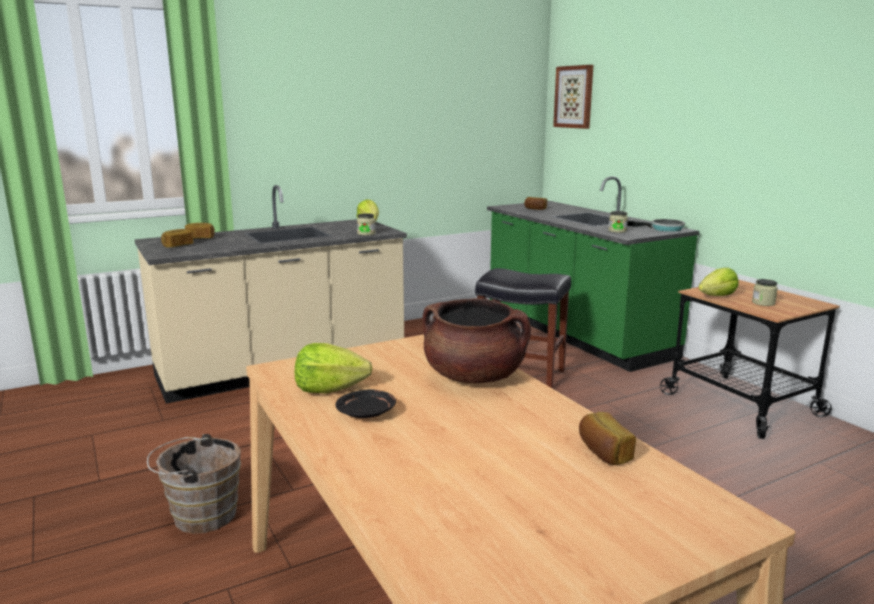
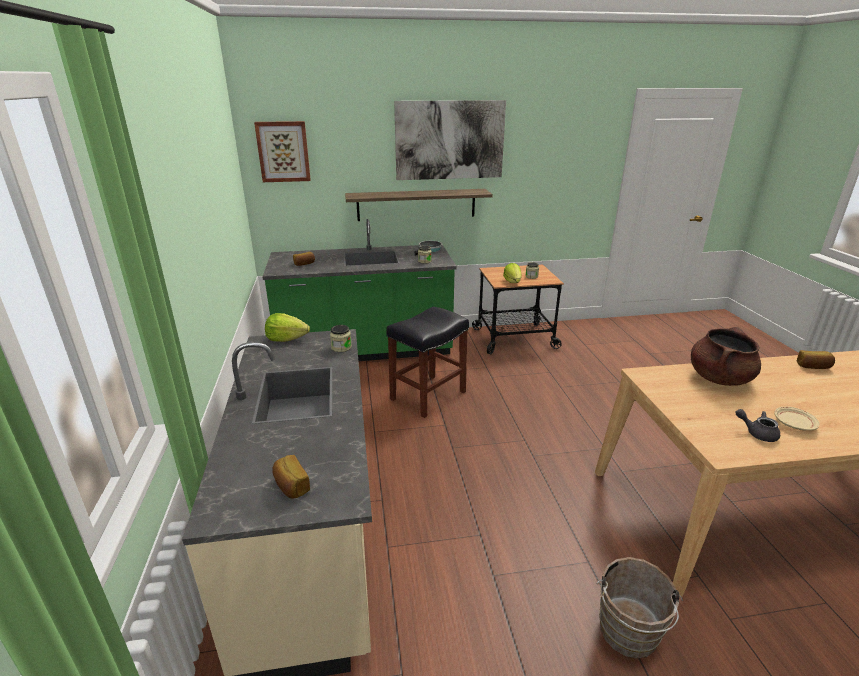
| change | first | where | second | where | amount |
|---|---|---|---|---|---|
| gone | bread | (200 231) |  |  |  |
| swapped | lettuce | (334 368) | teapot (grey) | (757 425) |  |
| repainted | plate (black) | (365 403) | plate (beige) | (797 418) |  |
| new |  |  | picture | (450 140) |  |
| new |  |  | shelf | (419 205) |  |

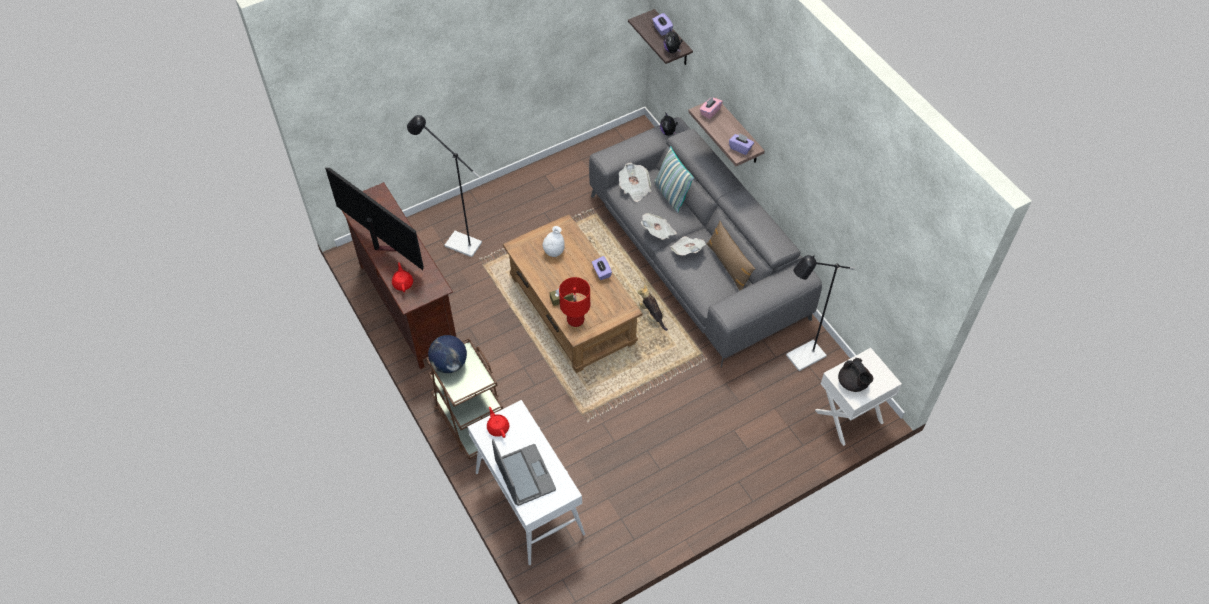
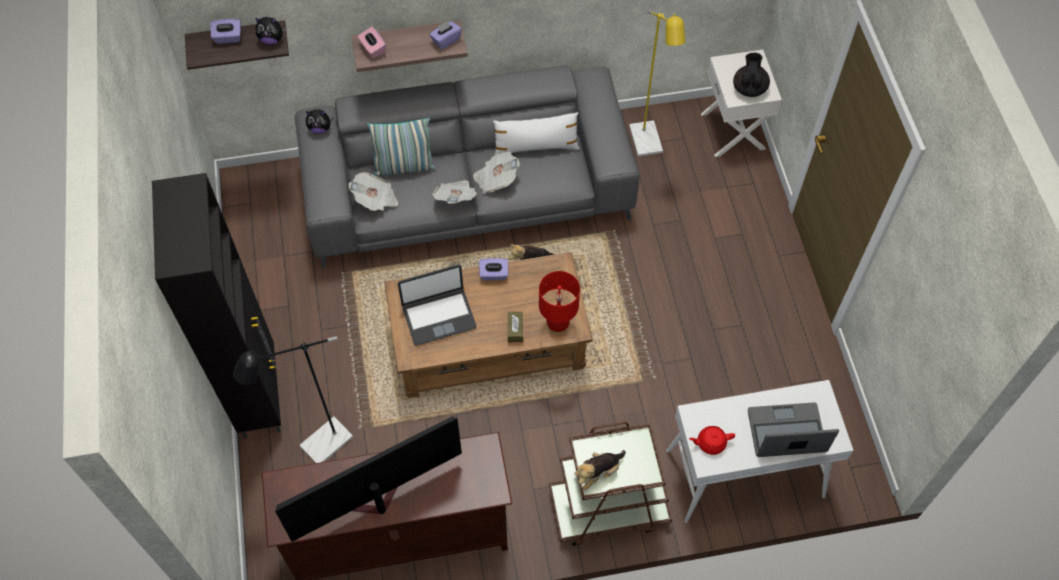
| change | first | where | second | where | amount |
|---|---|---|---|---|---|
| repainted | pillow (brown) | (731 256) | pillow (white) | (536 133) |  |
| swapped | vase (white) | (554 241) | laptop | (437 305) |  |
| repainted | floor lamp (black) | (820 313) | floor lamp (yellow) | (657 83) |  |
| gone | teapot (red) | (402 277) |  |  |  |
| swapped | globe | (447 354) | plush toy | (600 470) |  |
| rotated | teapot (black) | (855 375) |  | (751 75) | 75 degrees counterclockwise |
| new |  |  | cabinet (black) | (216 305) |  |

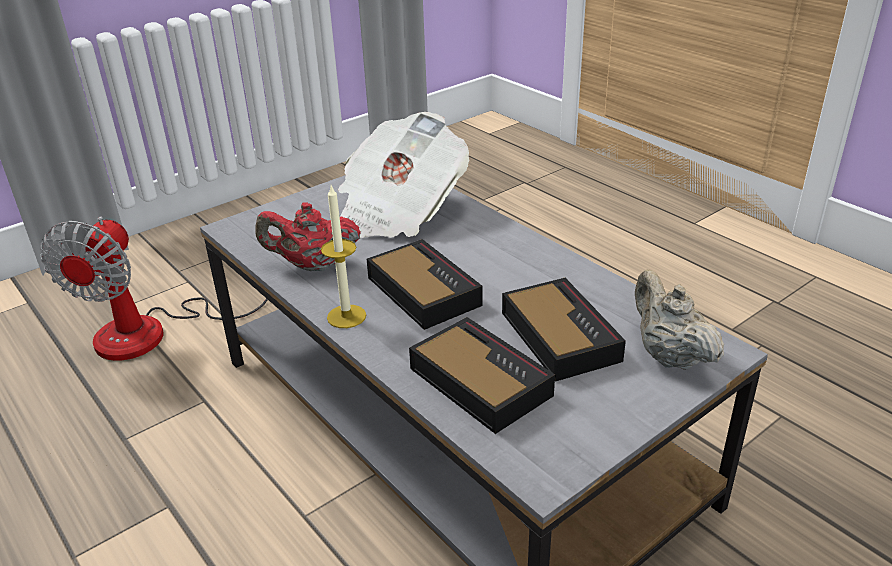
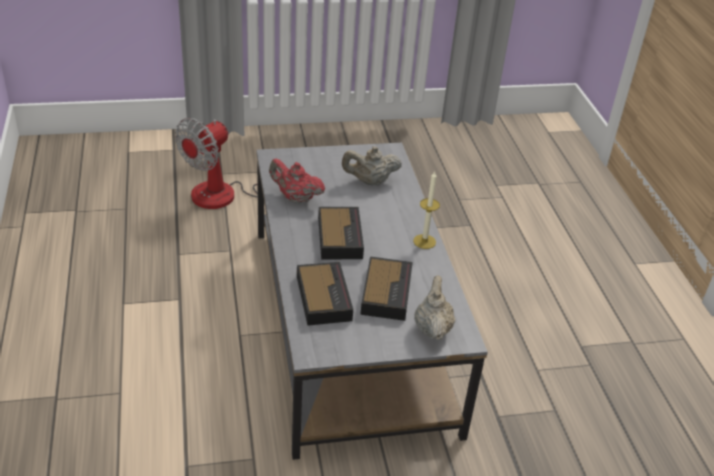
| change | first | where | second | where | amount |
|---|---|---|---|---|---|
| swapped | newspaper | (403 175) | teapot (beige) | (372 166) |  |
| shifted | candle | (343 257) |  | (426 210) |  |

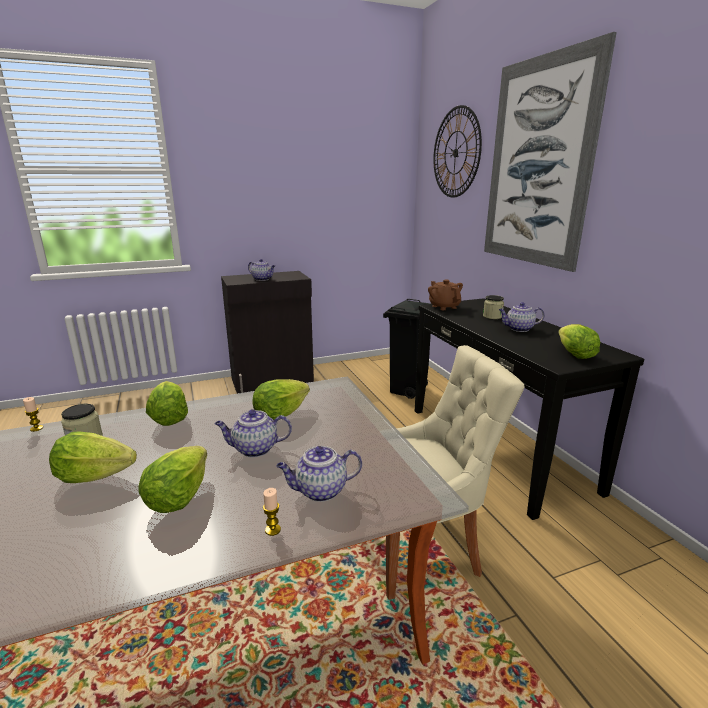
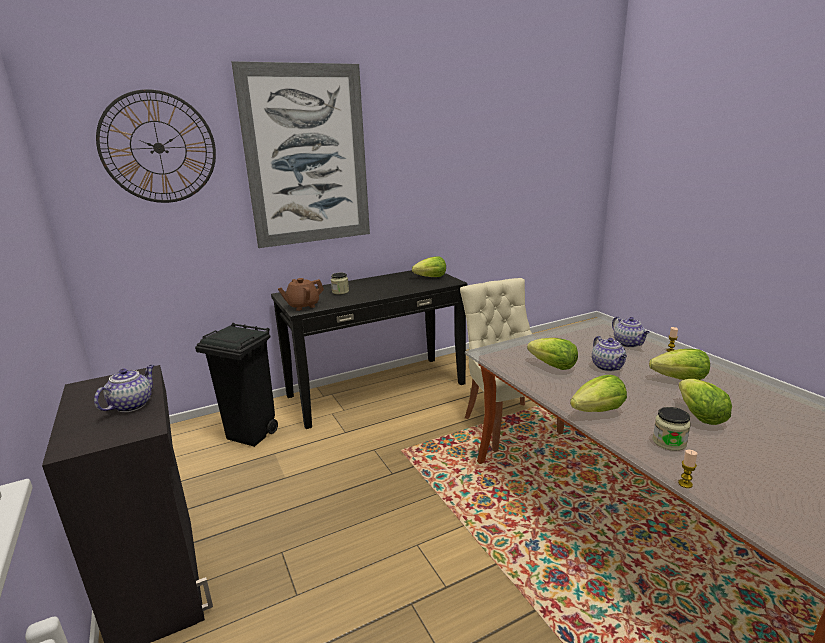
| change | first | where | second | where | amount |
|---|---|---|---|---|---|
| gone | teapot | (522 317) |  |  |  |

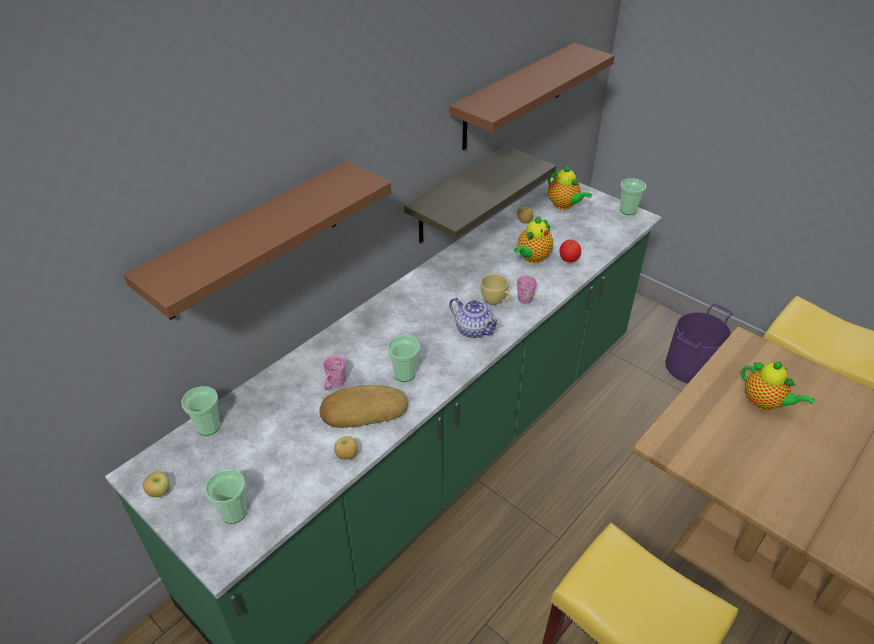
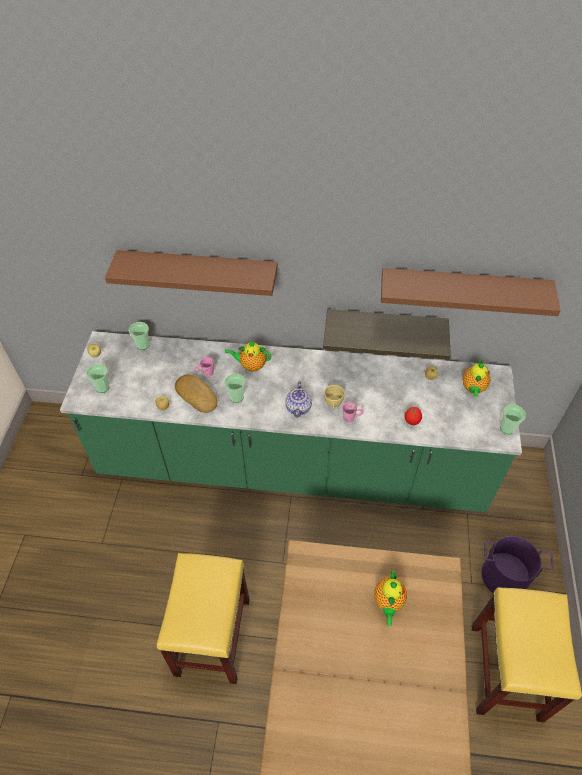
| change | first | where | second | where | amount |
|---|---|---|---|---|---|
| shifted | teapot | (533 239) |  | (248 356) |  |

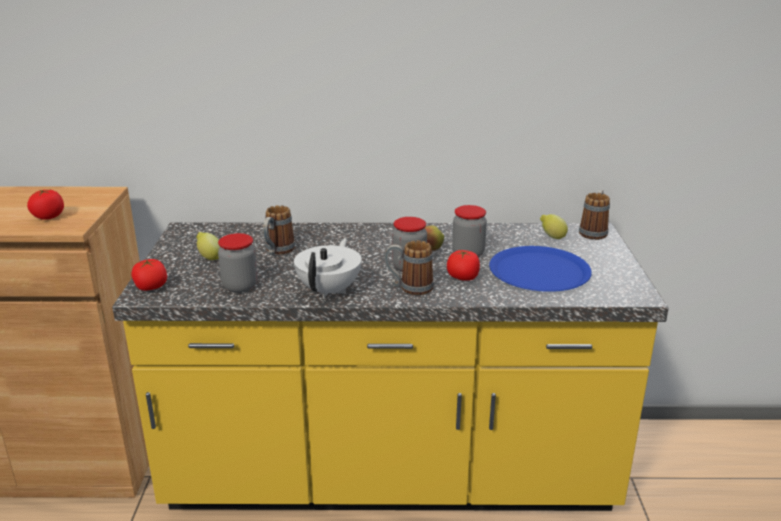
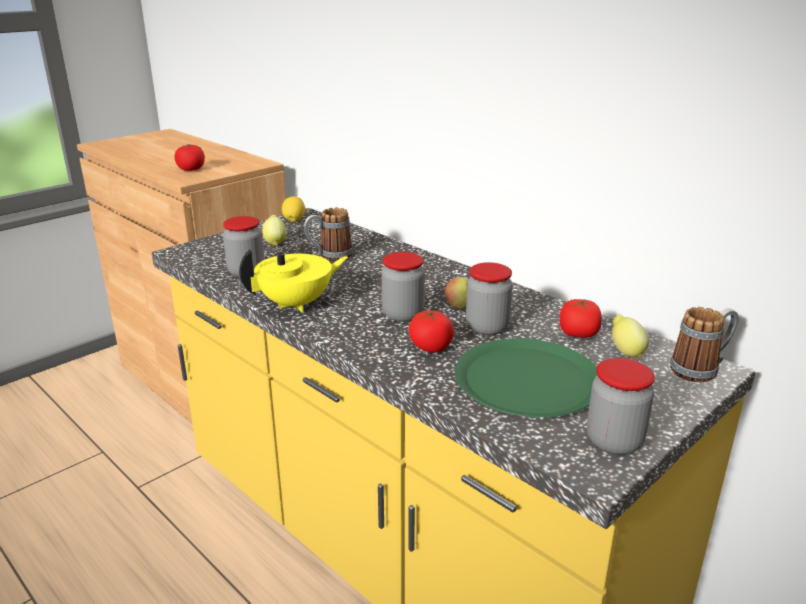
| change | first | where | second | where | amount |
|---|---|---|---|---|---|
| repainted | teapot (white) | (328 268) | teapot (yellow) | (293 281) |  |
| gone | mug | (409 267) |  |  |  |
| repainted | plate (blue) | (540 269) | plate (green) | (526 377) |  |
| shifted | tomato | (149 275) |  | (581 318) |  |
| new |  |  | lemon | (294 209) |  |
| new |  |  | jar | (621 406) |  |

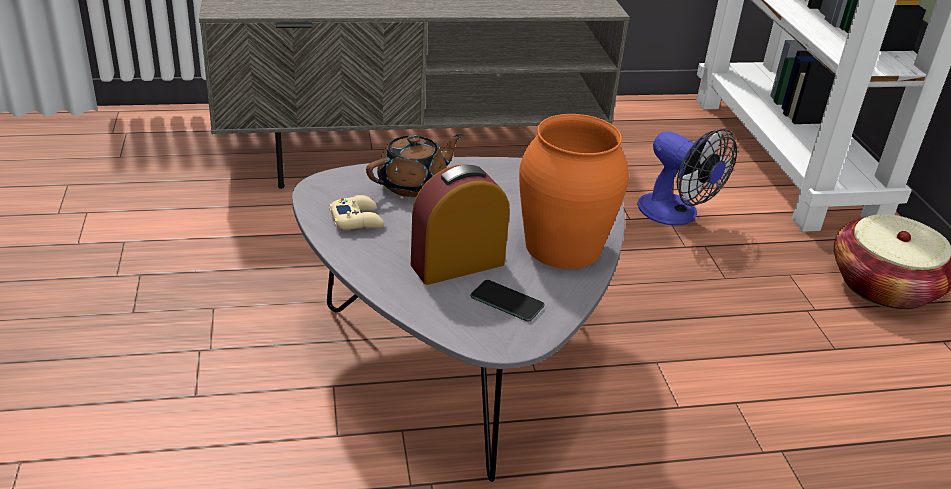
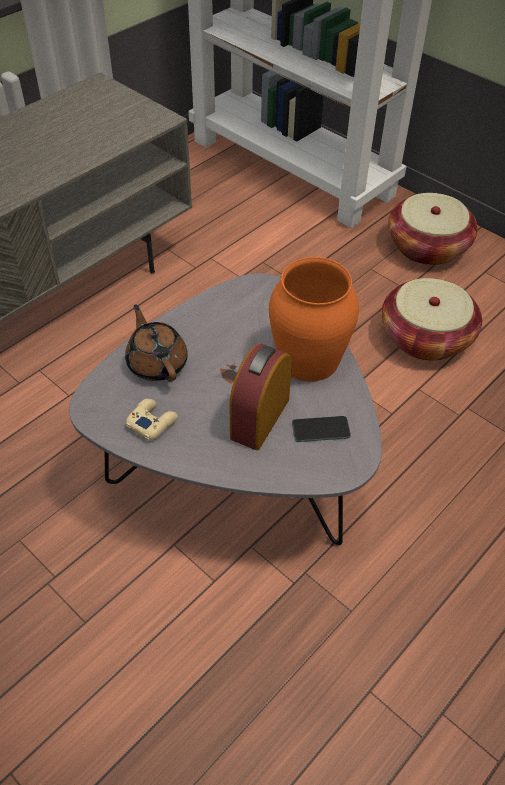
| change | first | where | second | where | amount |
|---|---|---|---|---|---|
| gone | fan | (687 177) |  |  |  |
| rotated | teapot (brown) | (414 165) |  | (156 343) | 45 degrees counterclockwise |
| new |  |  | basket | (432 319) |  |

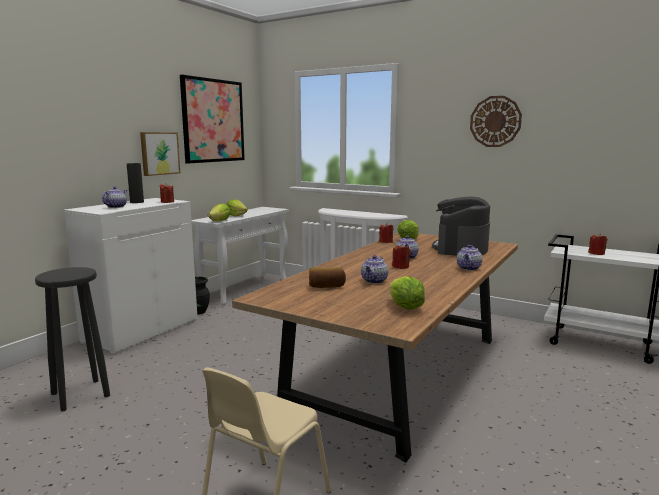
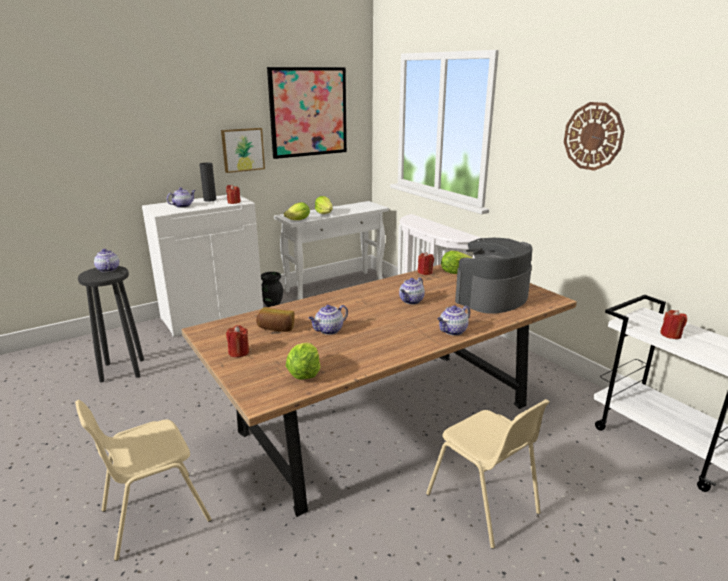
| change | first | where | second | where | amount |
|---|---|---|---|---|---|
| shifted | candle (red) | (401 256) |  | (237 341) |  |
| new |  |  | teapot | (106 260) |  |
| new |  |  | chair (beige) | (487 474) |  |

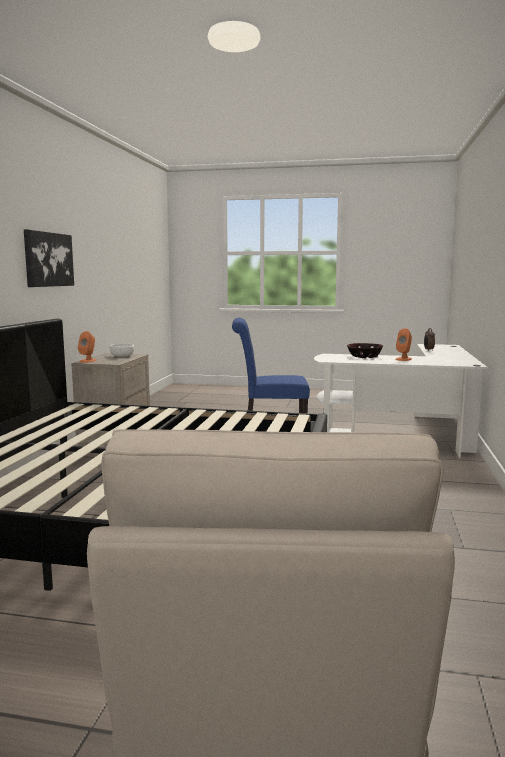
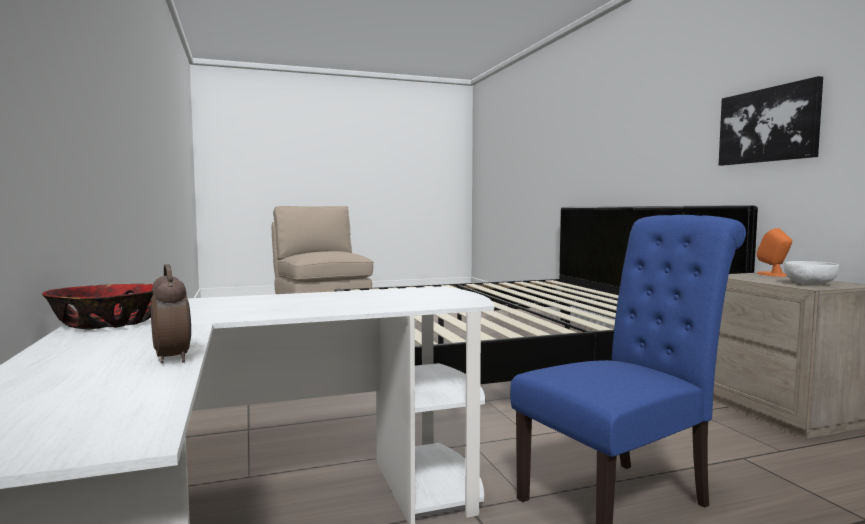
| change | first | where | second | where | amount |
|---|---|---|---|---|---|
| gone | speaker (orange) | (404 344) |  |  |  |
| shifted | bowl | (365 350) |  | (97 307) |  |

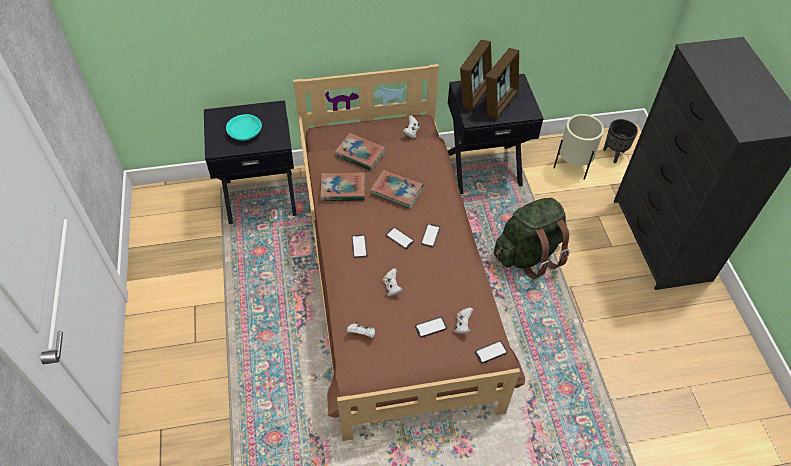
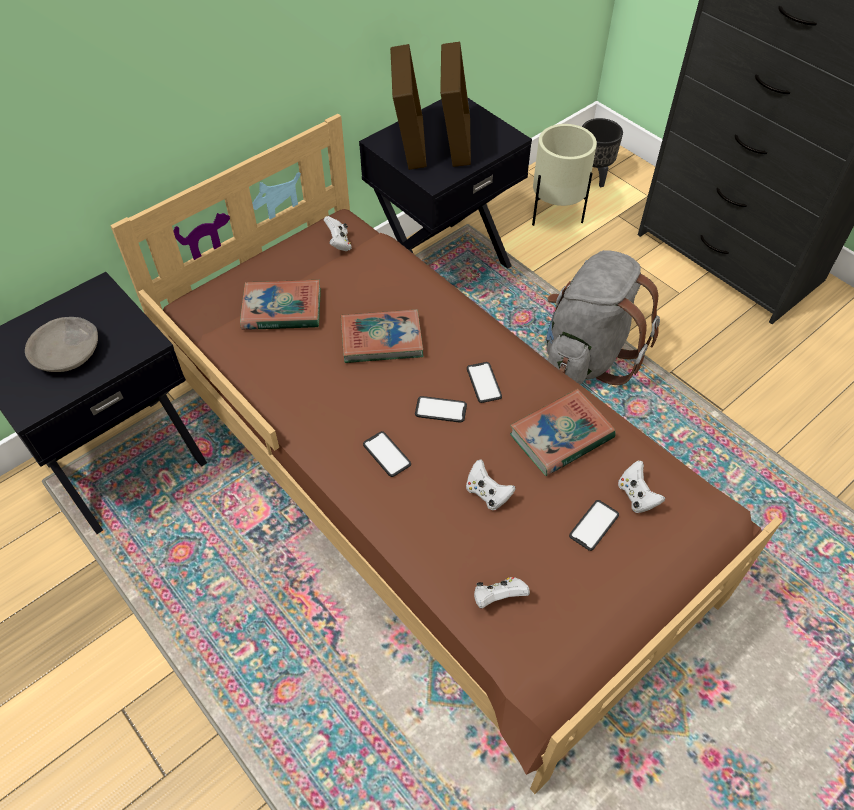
| change | first | where | second | where | amount |
|---|---|---|---|---|---|
| repainted | bowl (turquoise) | (244 127) | bowl (grey) | (61 344) |  |
| shifted | book | (342 186) |  | (563 432) |  |
| repainted | backpack (green) | (531 238) | backpack (grey) | (603 317) |  |
| gone | phone | (491 352) |  |  |  |

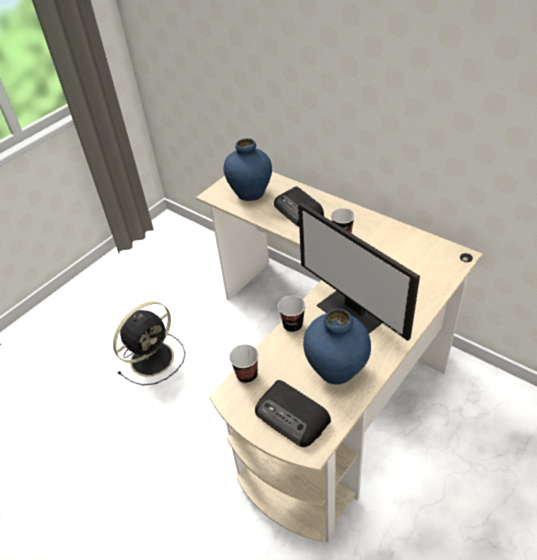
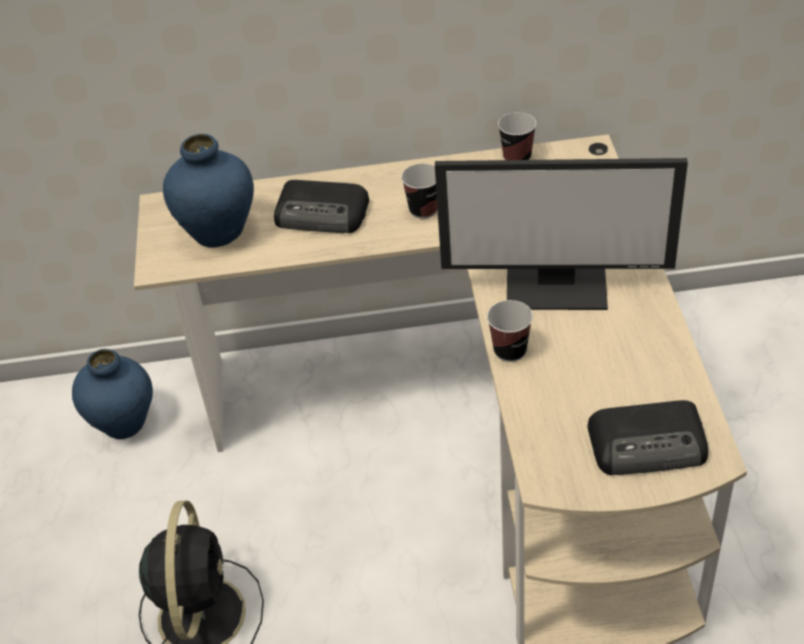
| change | first | where | second | where | amount |
|---|---|---|---|---|---|
| shifted | vase (blue) | (337 347) |  | (112 394) |  |
| shifted | cup | (244 364) |  | (517 136) |  |

